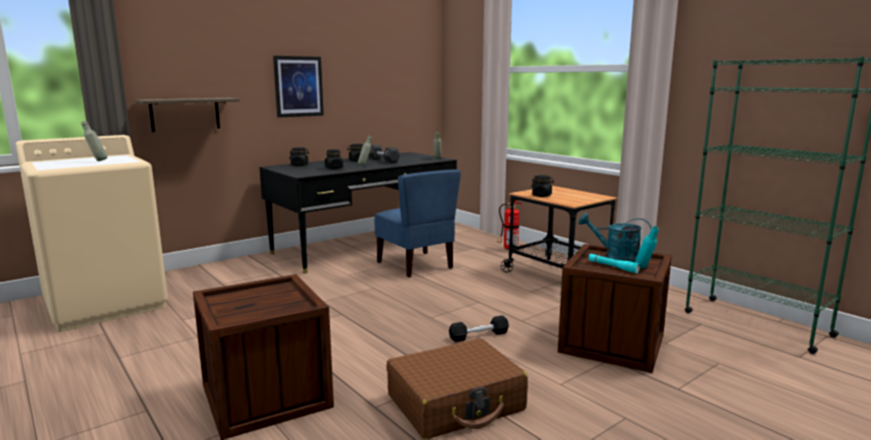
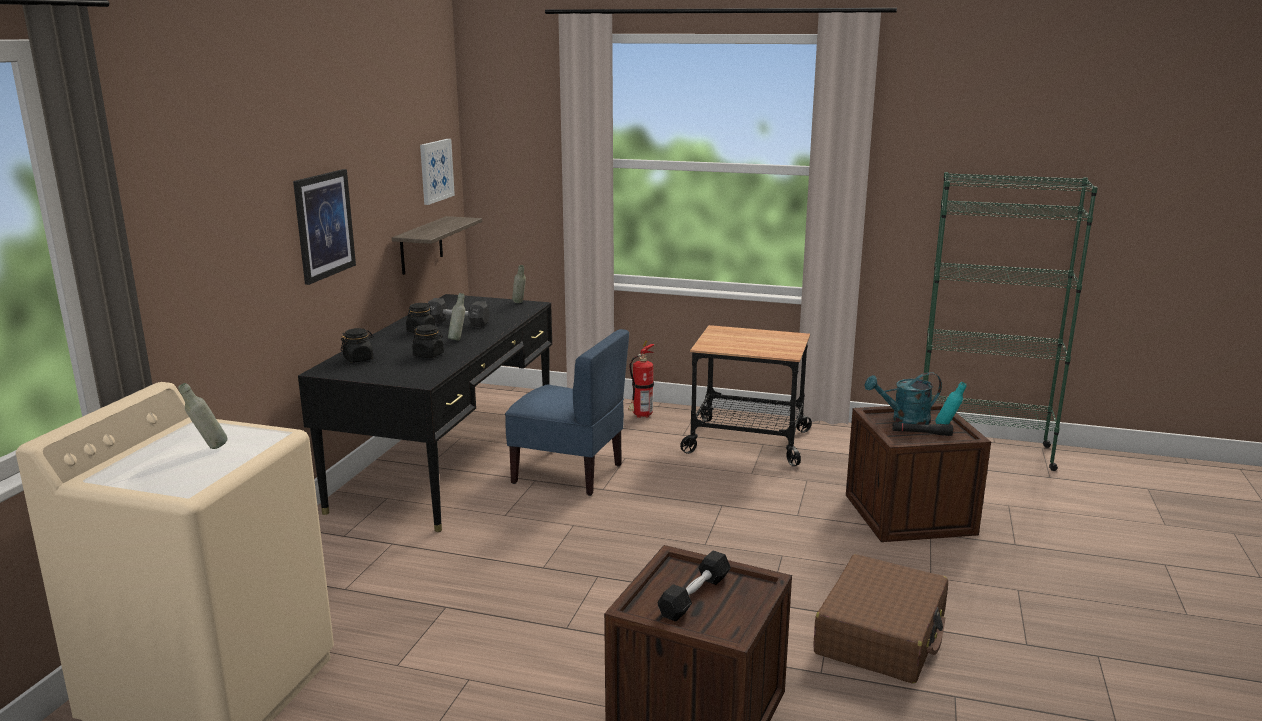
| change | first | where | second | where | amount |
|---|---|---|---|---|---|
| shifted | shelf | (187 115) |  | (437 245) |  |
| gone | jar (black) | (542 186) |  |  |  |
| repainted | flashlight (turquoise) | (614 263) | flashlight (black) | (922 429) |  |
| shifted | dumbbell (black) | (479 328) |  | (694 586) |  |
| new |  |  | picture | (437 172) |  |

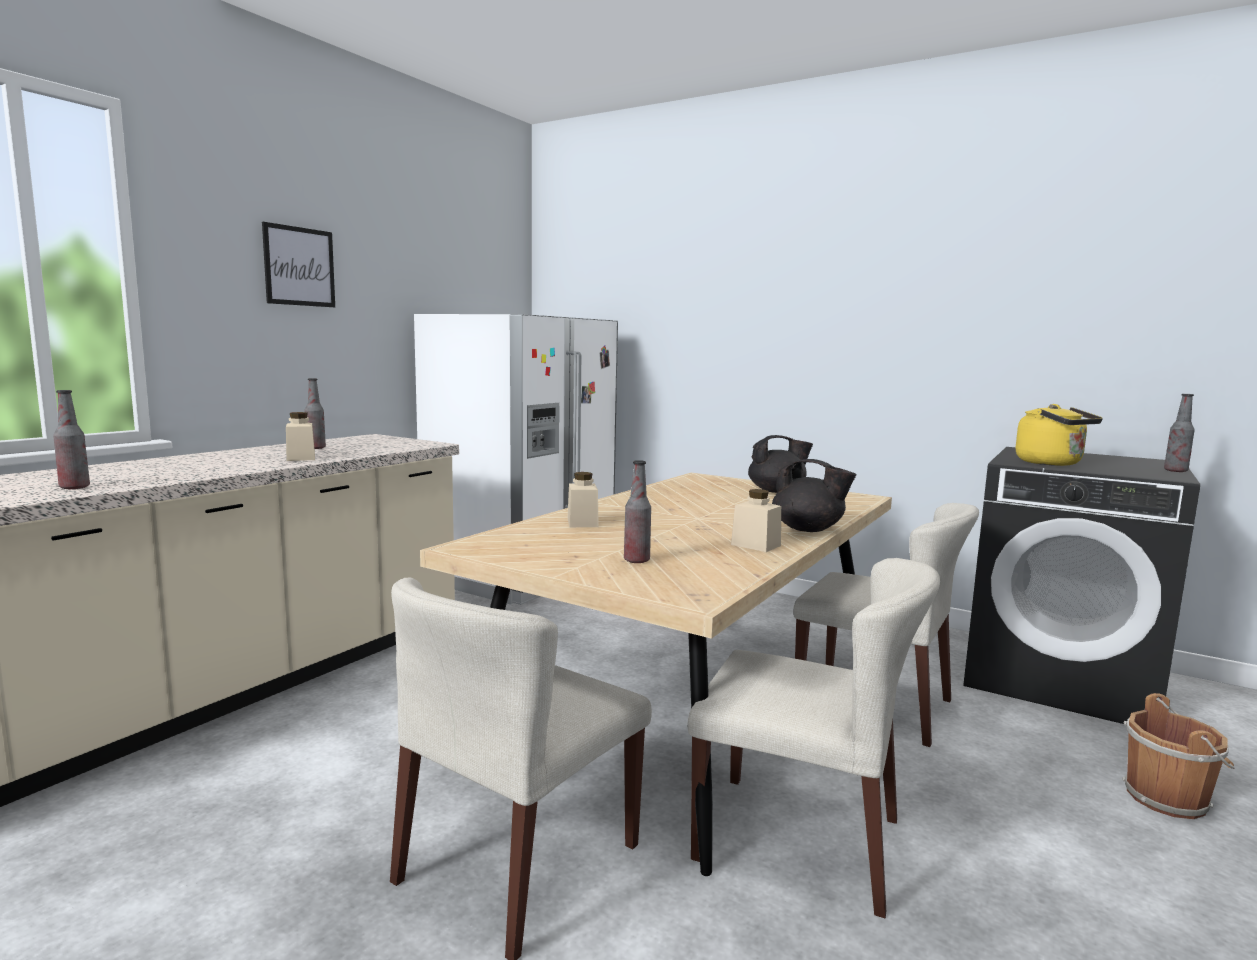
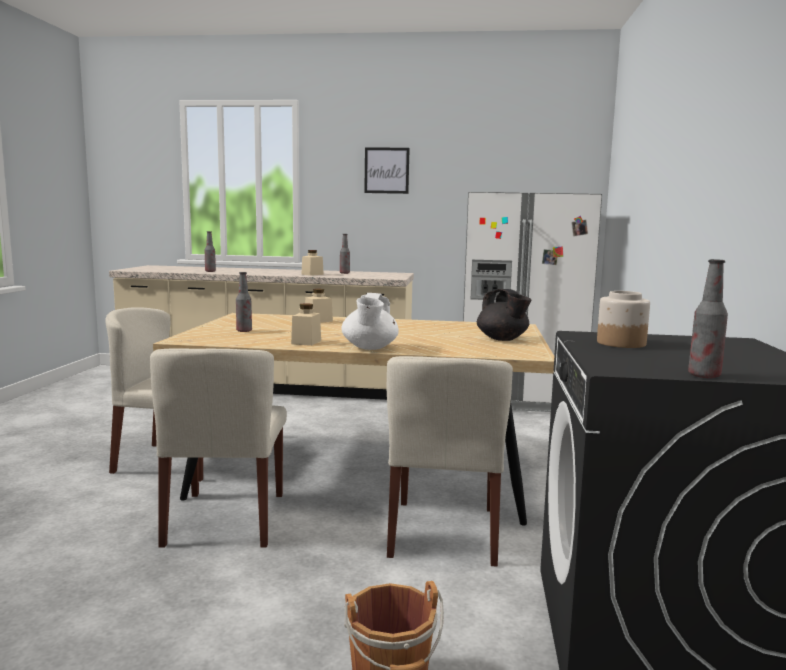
| change | first | where | second | where | amount |
|---|---|---|---|---|---|
| swapped | kettle (yellow) | (1059 435) | jar | (623 319) |  |
| repainted | teapot (black) | (814 495) | teapot (white) | (370 321) |  |

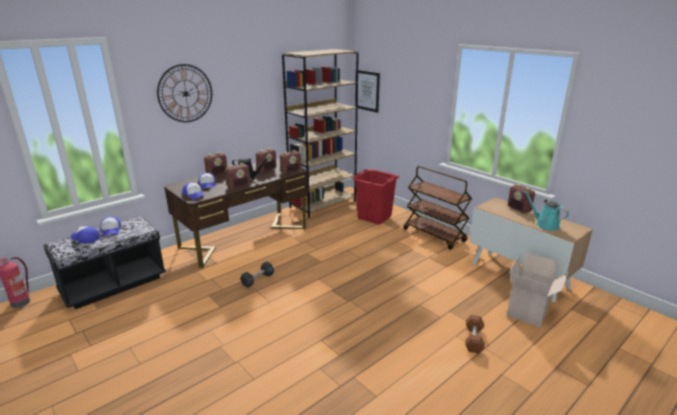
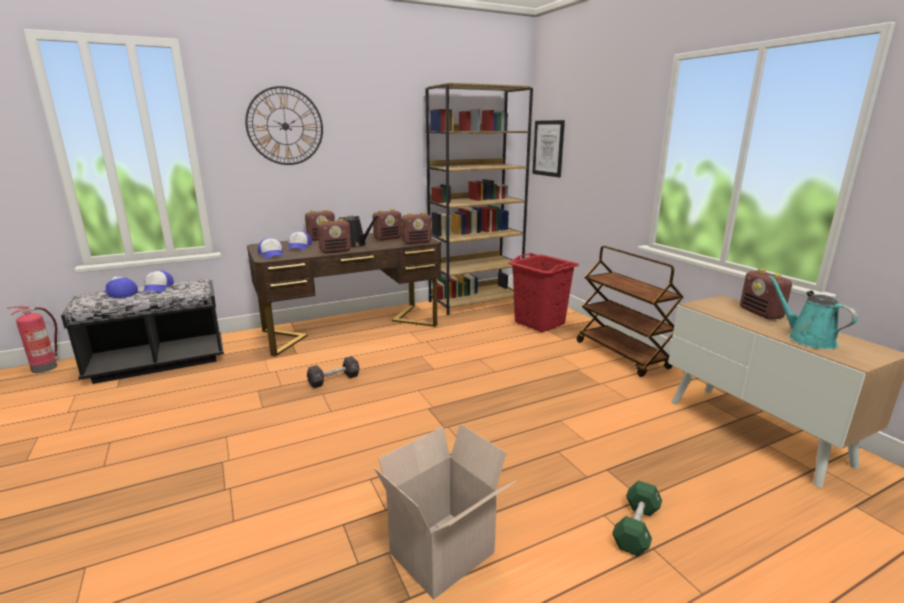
| change | first | where | second | where | amount |
|---|---|---|---|---|---|
| shifted | cardboard box | (538 290) |  | (445 511) |  |
| repainted | dumbbell (brown) | (475 334) | dumbbell (green) | (637 518) |  |

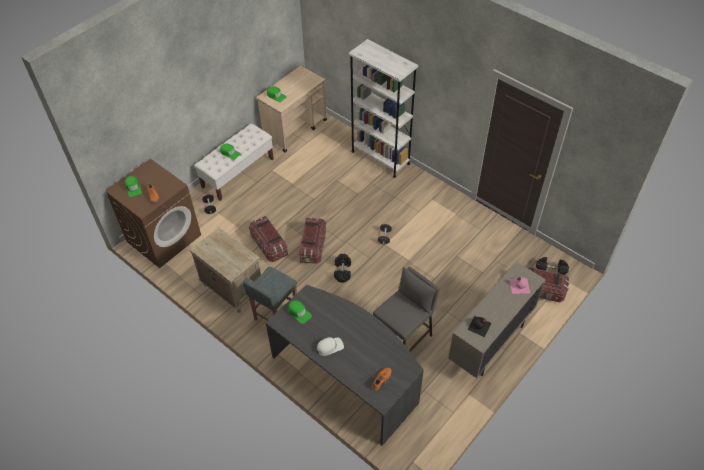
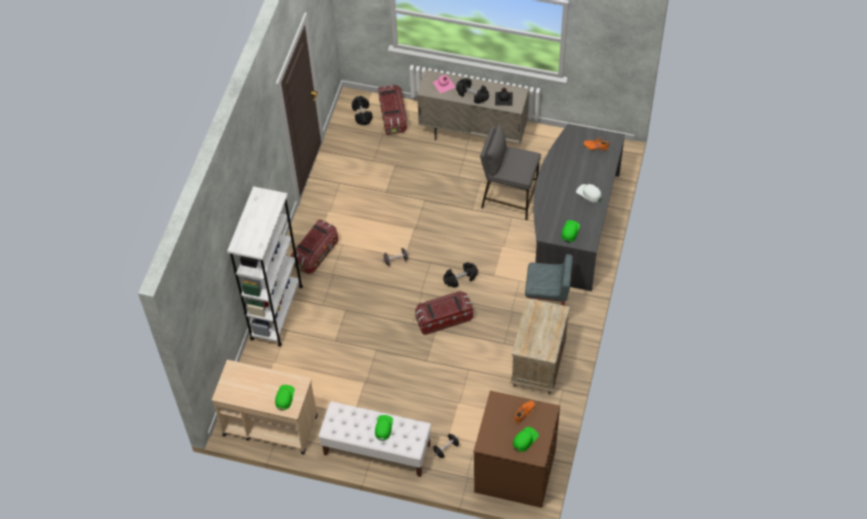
| change | first | where | second | where | amount |
|---|---|---|---|---|---|
| shifted | storage box | (268 239) |  | (314 247) |  |
| new |  |  | dumbbell (black) | (472 91) |  |

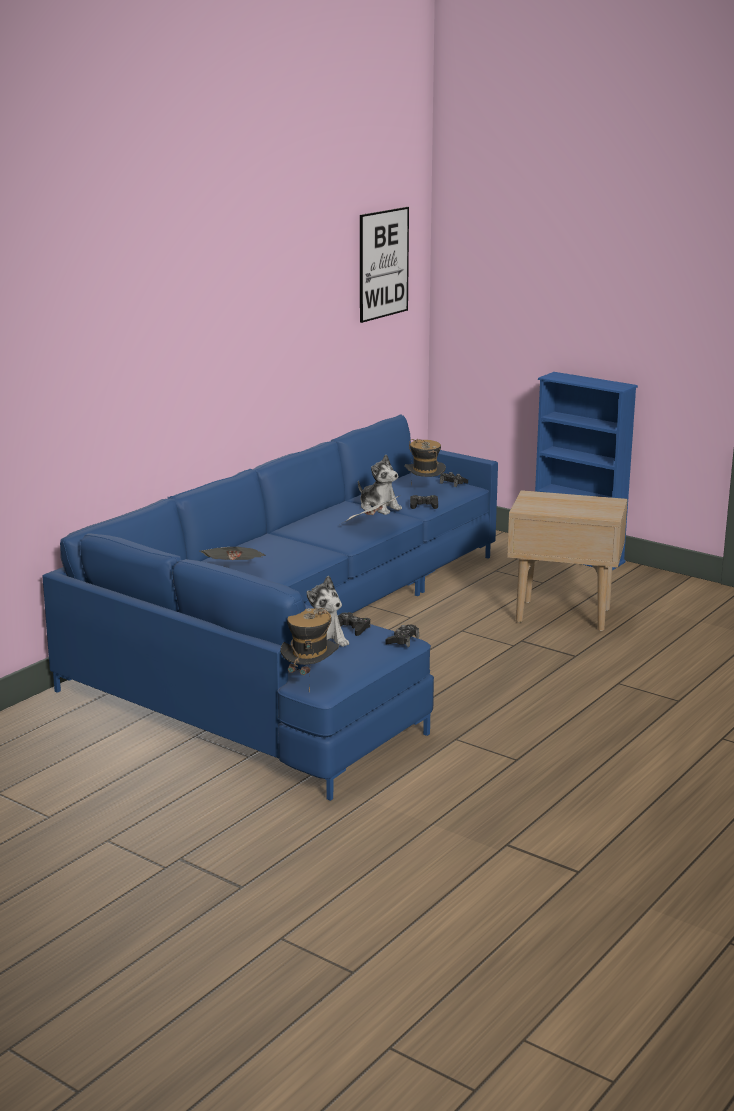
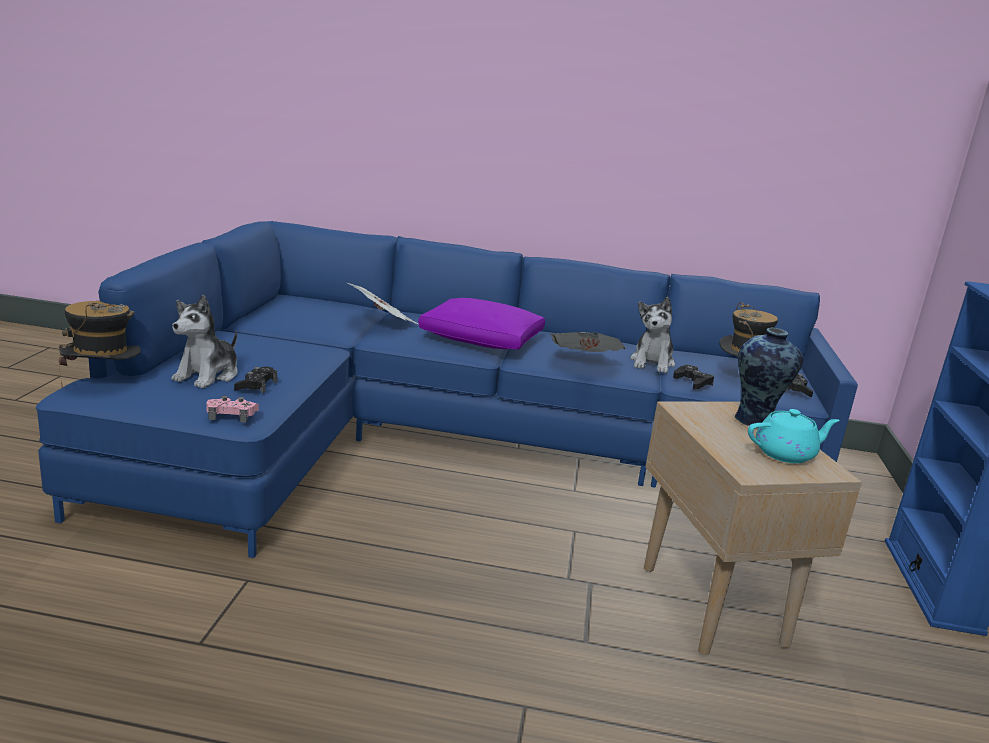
| change | first | where | second | where | amount |
|---|---|---|---|---|---|
| gone | picture | (384 265) |  |  |  |
| repainted | game controller (black) | (402 636) | game controller (pink) | (232 409) |  |
| new |  |  | pillow (purple) | (481 323) |  |
| new |  |  | vase | (768 378) |  |
| new |  |  | teapot (turquoise) | (794 436) |  |

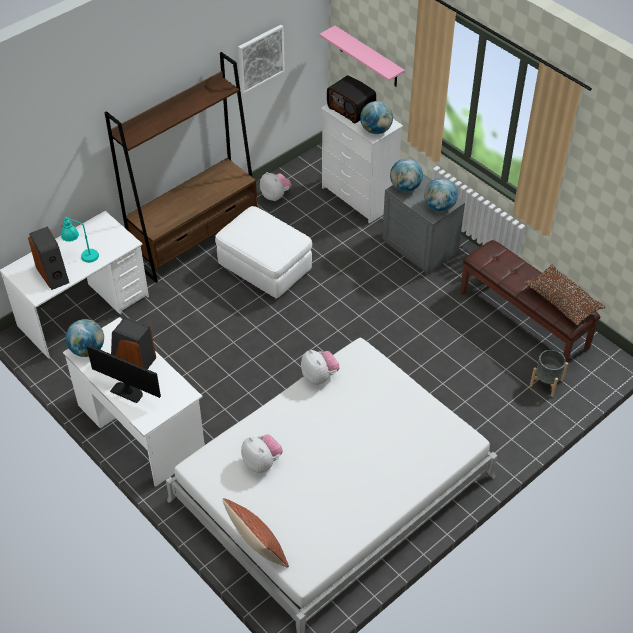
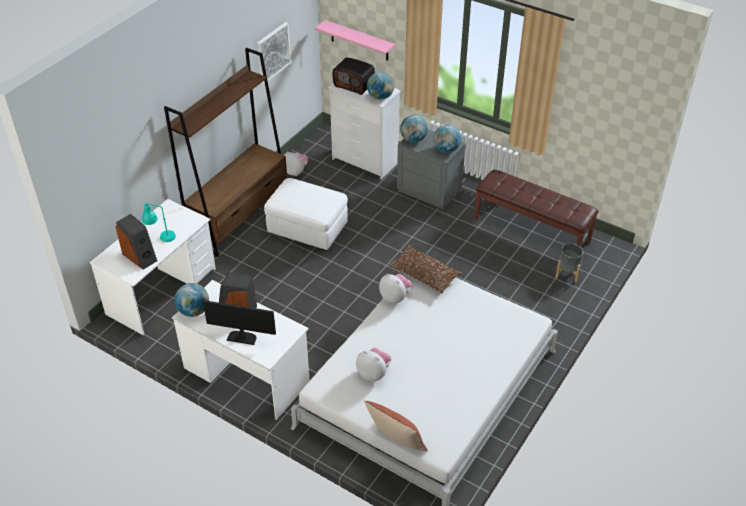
| change | first | where | second | where | amount |
|---|---|---|---|---|---|
| shifted | pillow (brown) | (564 295) |  | (425 269) |  |

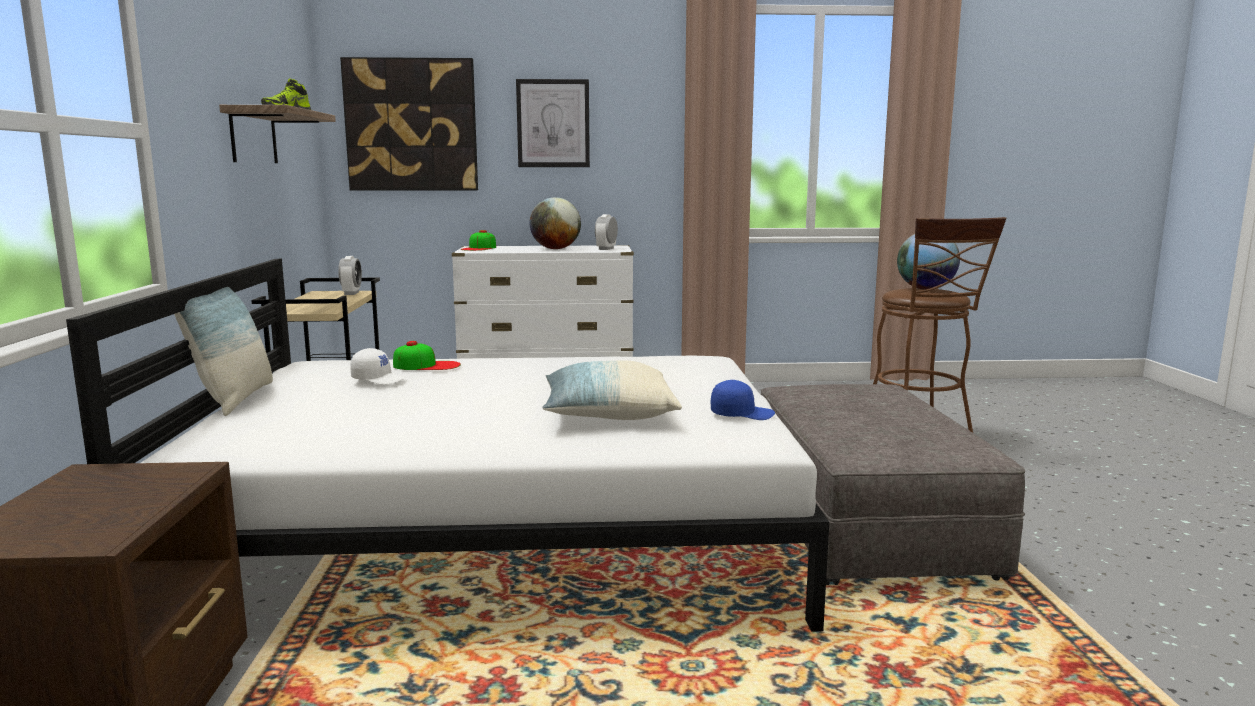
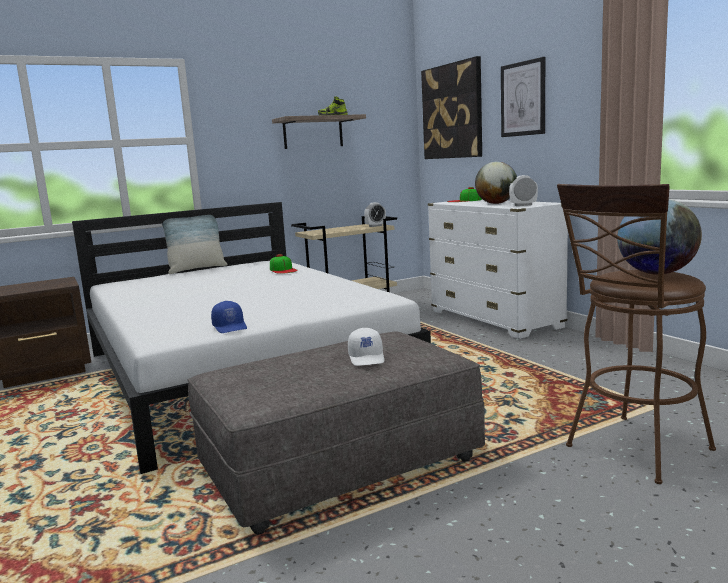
| change | first | where | second | where | amount |
|---|---|---|---|---|---|
| shifted | cap (white) | (378 366) |  | (366 347) |  |
| gone | pillow | (612 390) |  |  |  |

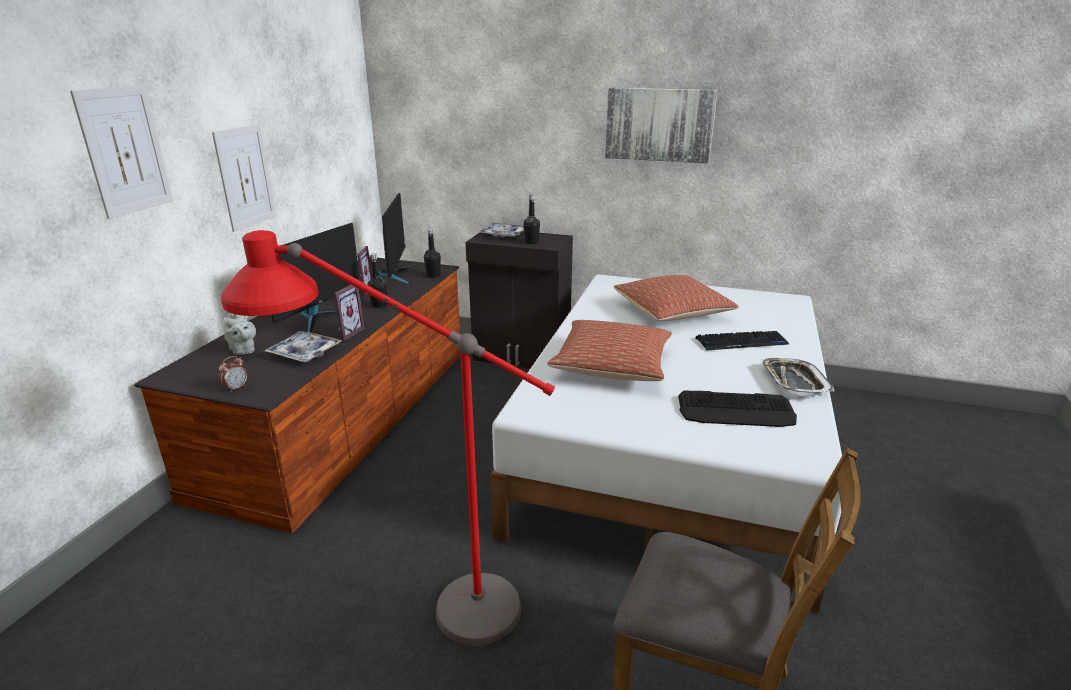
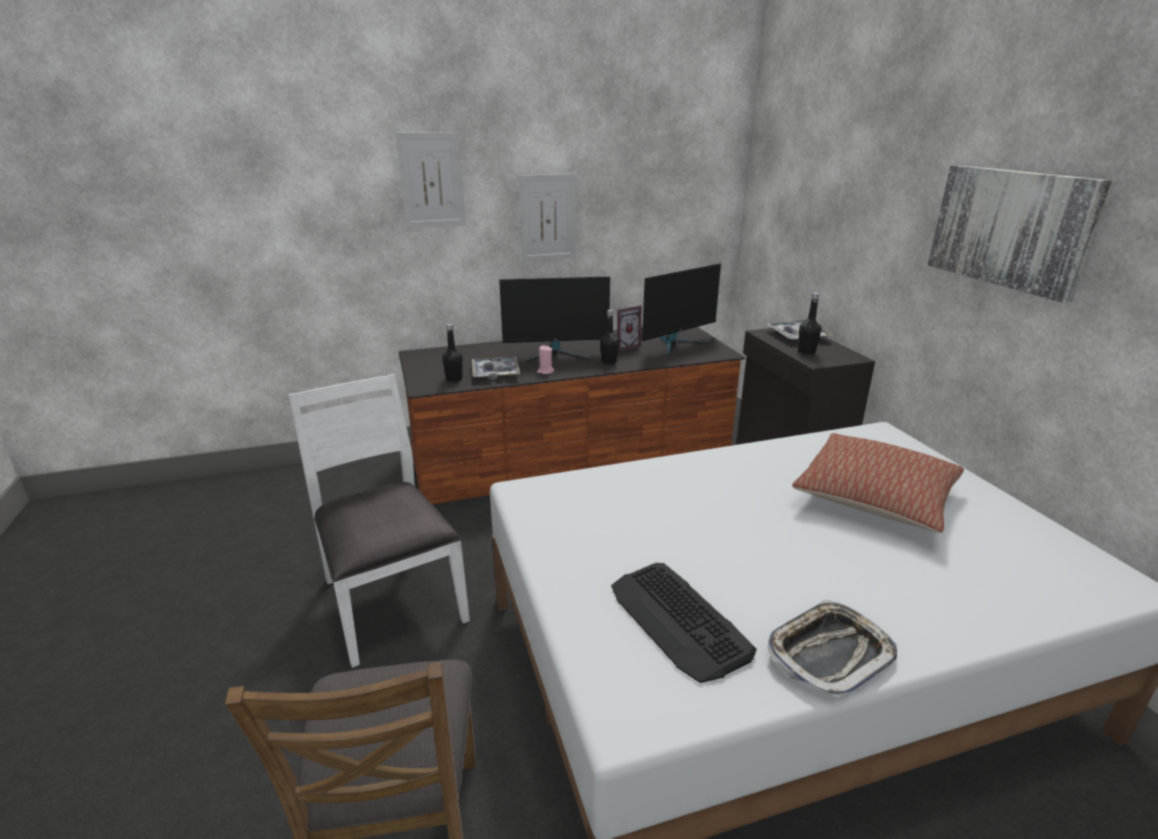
| change | first | where | second | where | amount |
|---|---|---|---|---|---|
| shifted | bottle (black) | (432 253) |  | (452 353) |  |
| swapped | floor lamp (red) | (388 438) | chair (white) | (379 521) |  |
| swapped | picture frame | (349 313) | candle (pink) | (545 359) |  |
| gone | teapot (grey) | (240 334) |  |  |  |
| gone | pillow | (609 350) |  |  |  |
| gone | keyboard | (742 341) |  |  |  |
| gone | alarm clock | (233 374) |  |  |  |

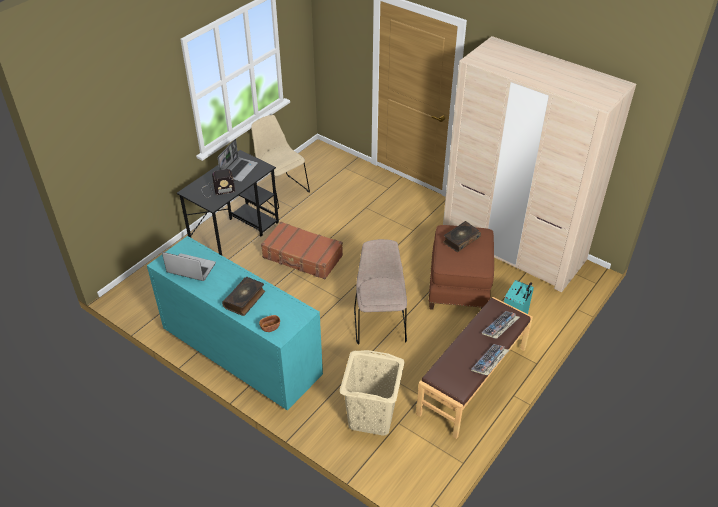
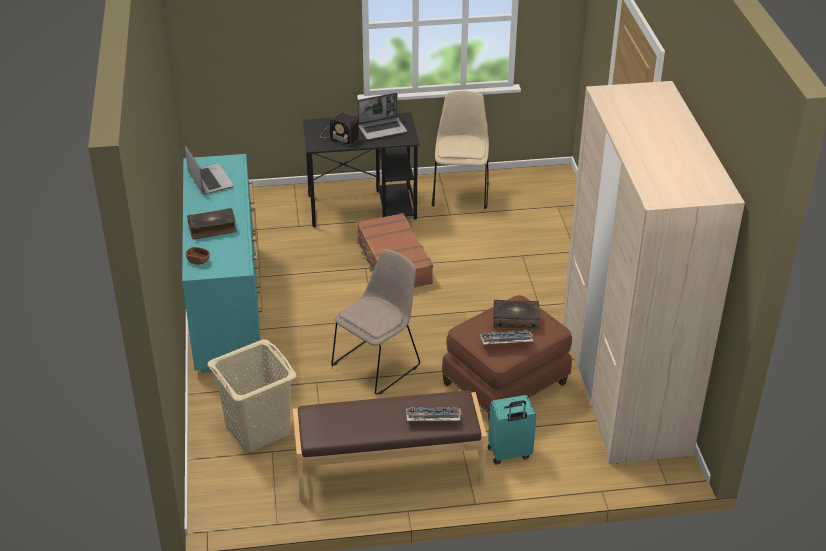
| change | first | where | second | where | amount |
|---|---|---|---|---|---|
| shifted | keyboard | (490 359) |  | (506 337) |  |

